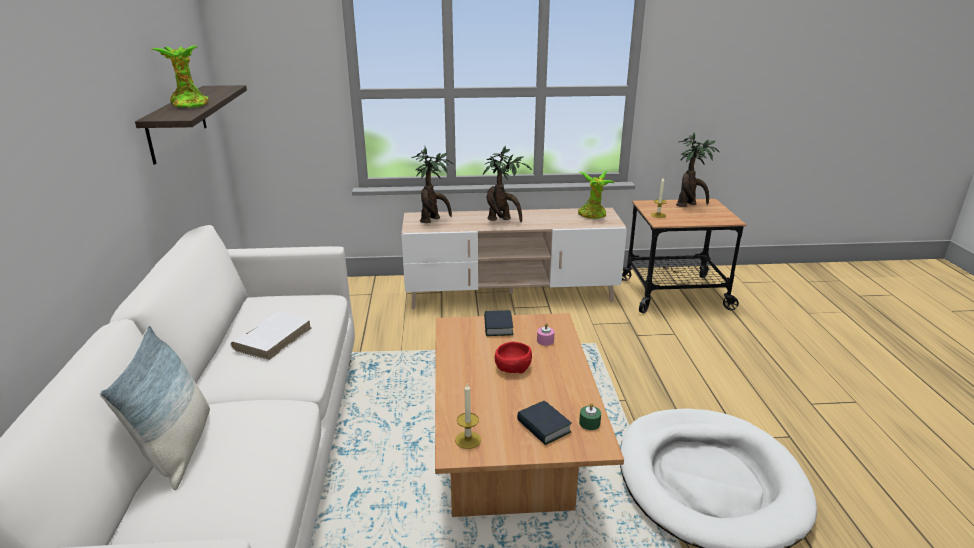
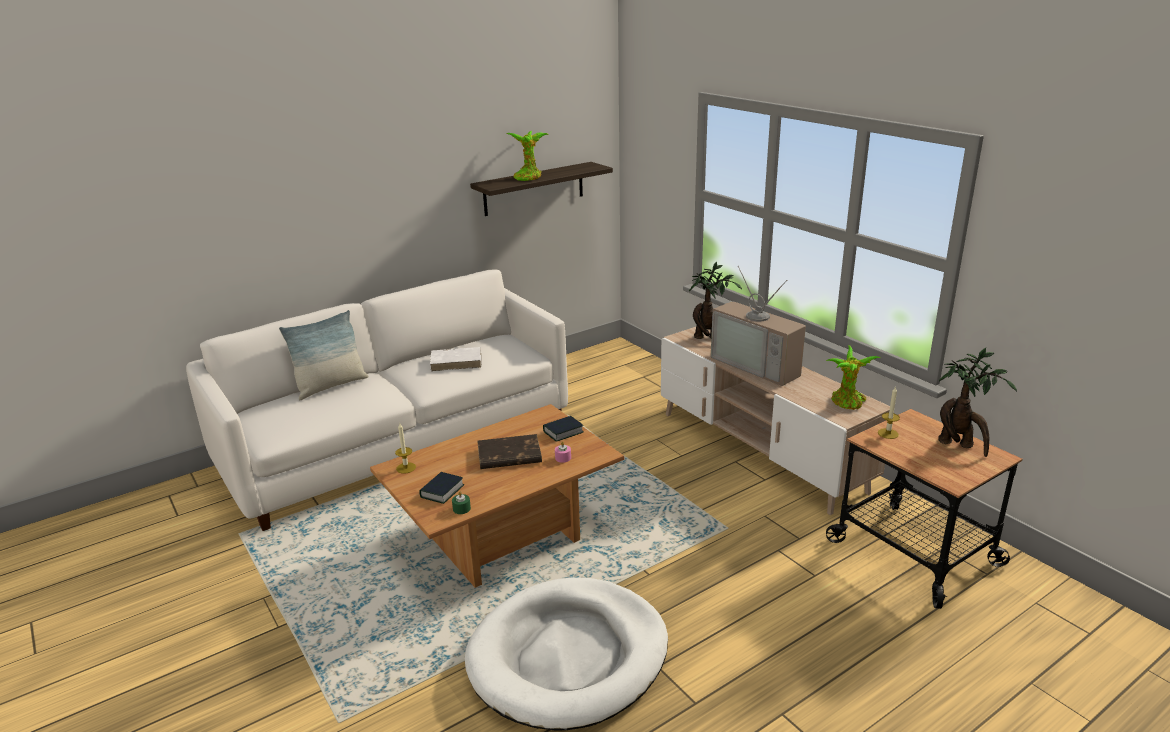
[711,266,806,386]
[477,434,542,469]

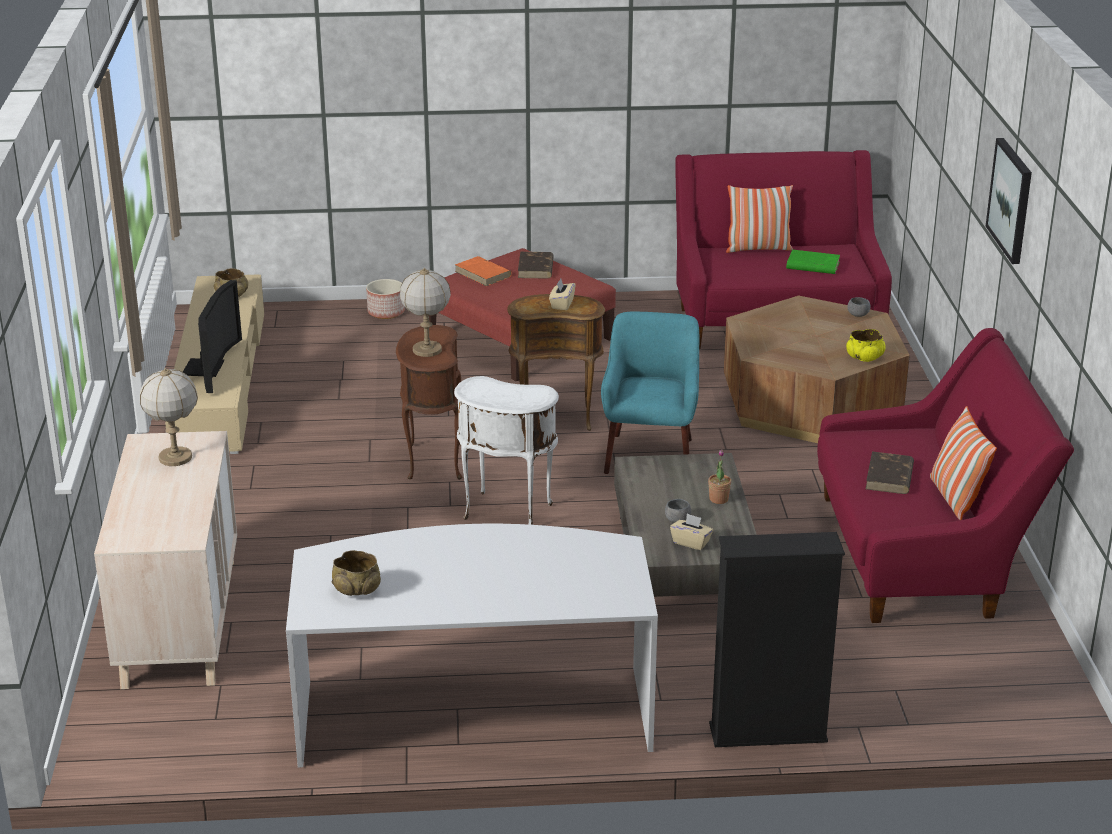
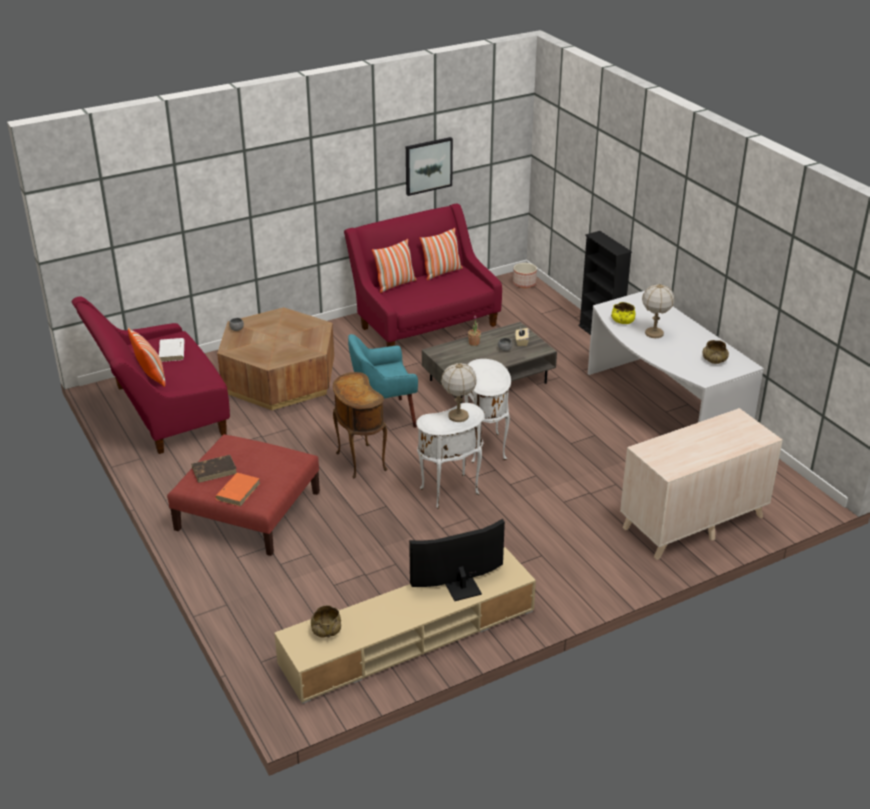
[642,284,674,338]
[513,263,537,288]
[416,403,485,509]
[549,279,575,310] (first image)
[159,338,184,362]
[611,302,635,324]
[866,451,914,494] (first image)
[406,137,453,196]
[372,239,417,293]

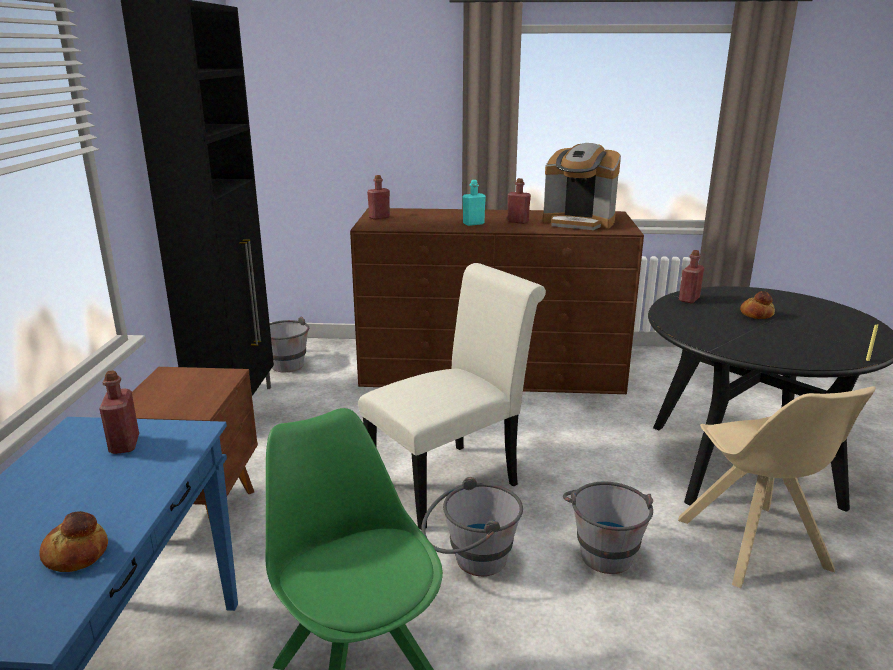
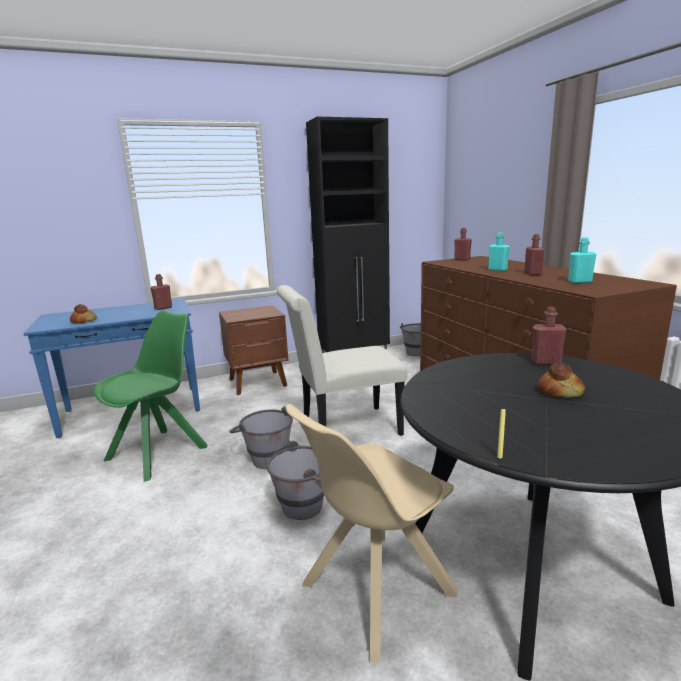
[276,285,407,436]
[568,237,596,283]

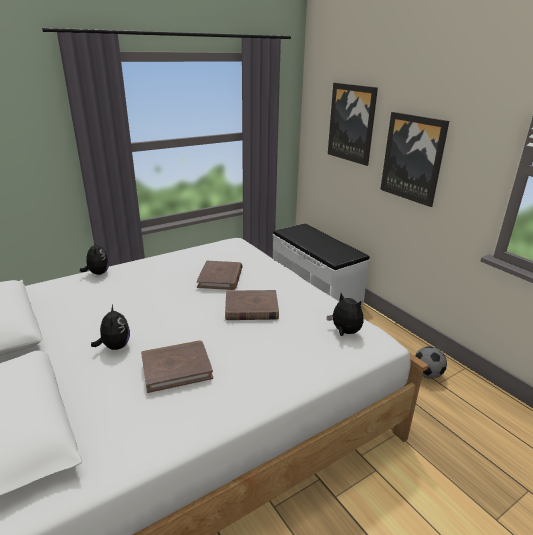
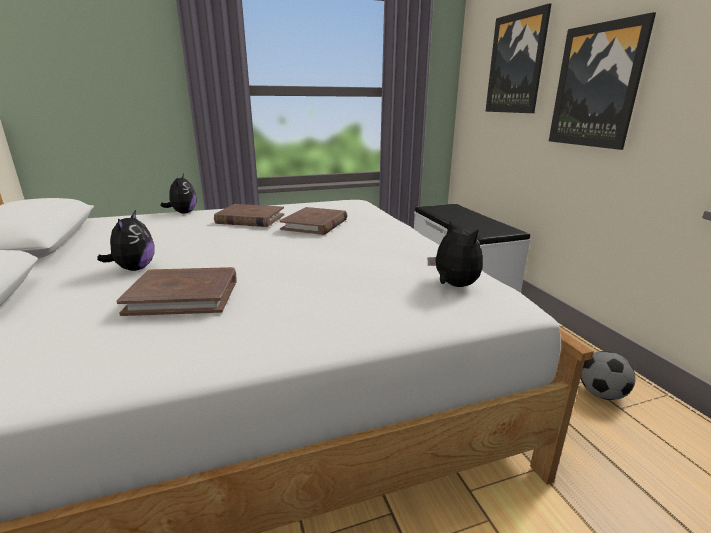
[214,204,284,227]

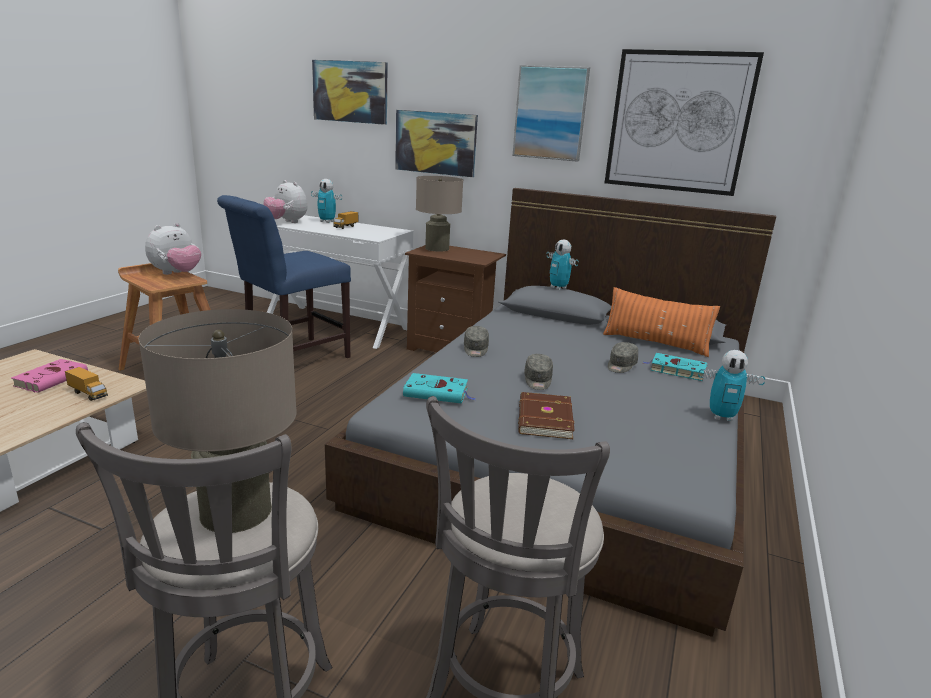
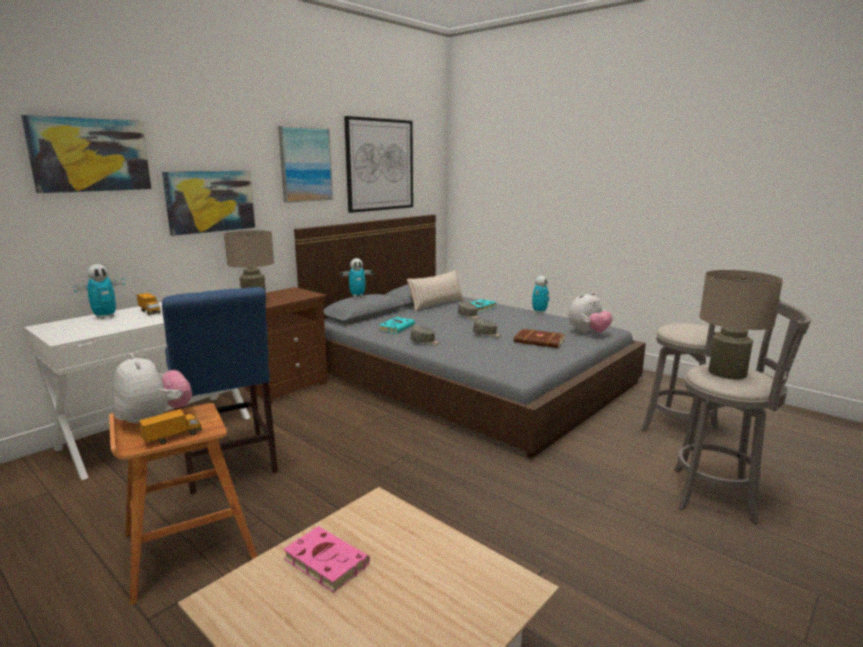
[139,410,202,444]
[568,292,613,333]
[378,317,415,334]
[407,270,464,312]

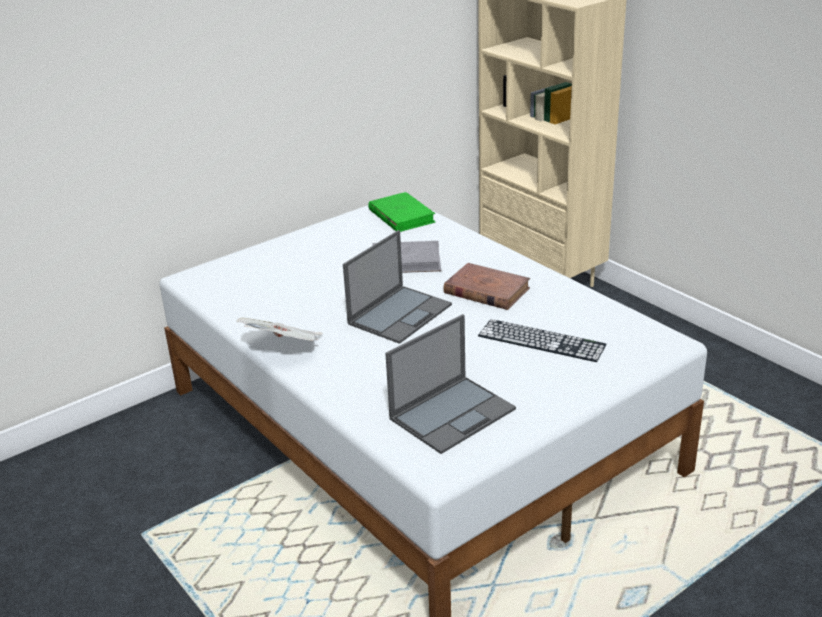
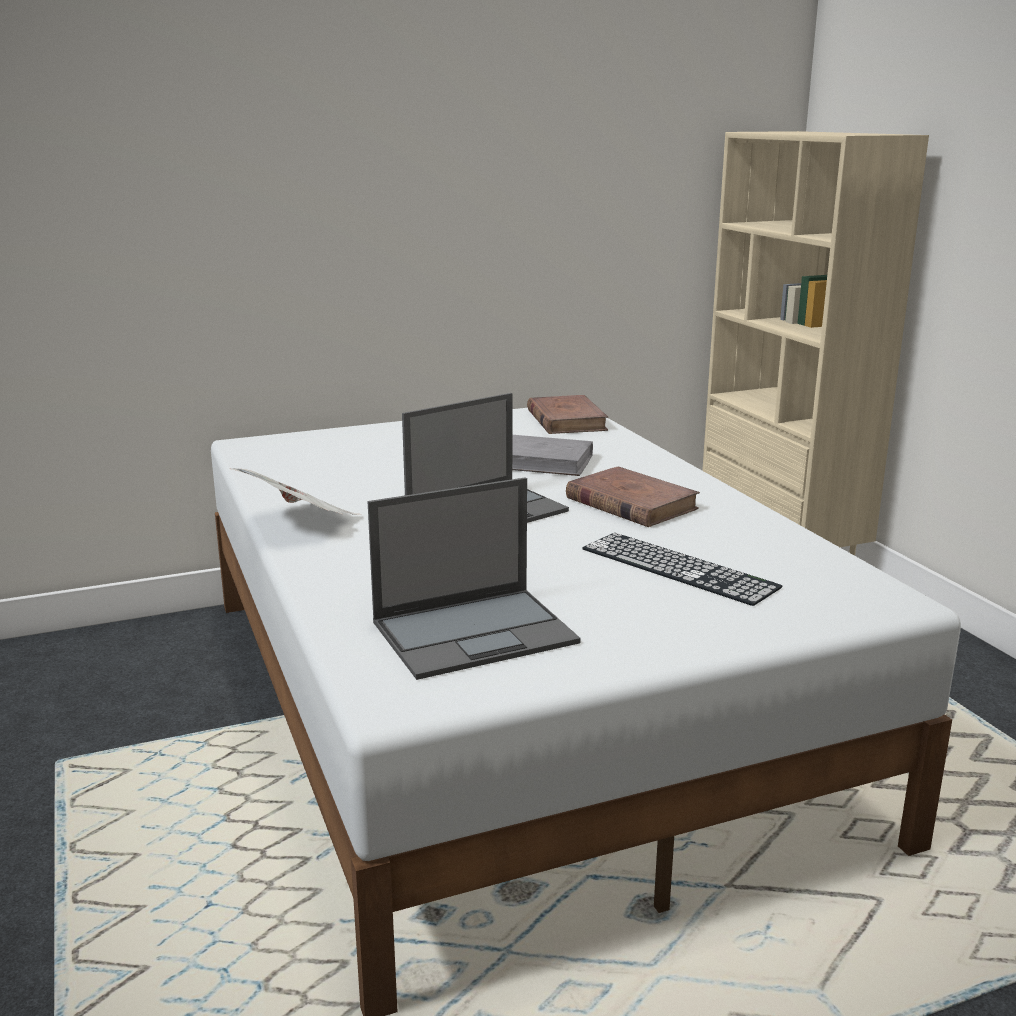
[527,395,608,434]

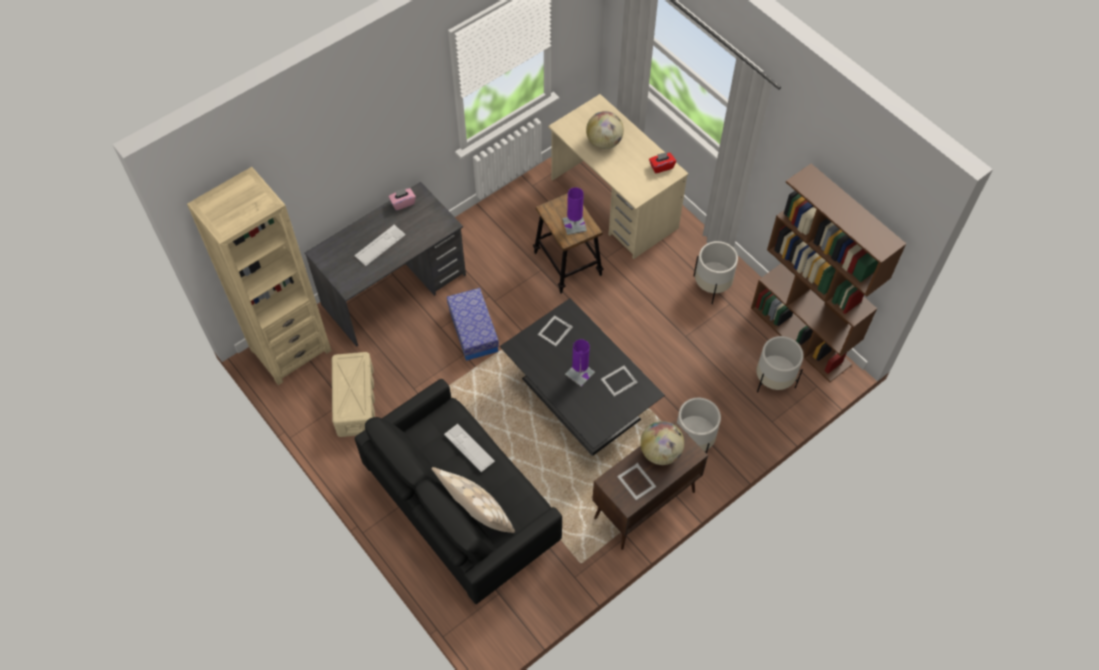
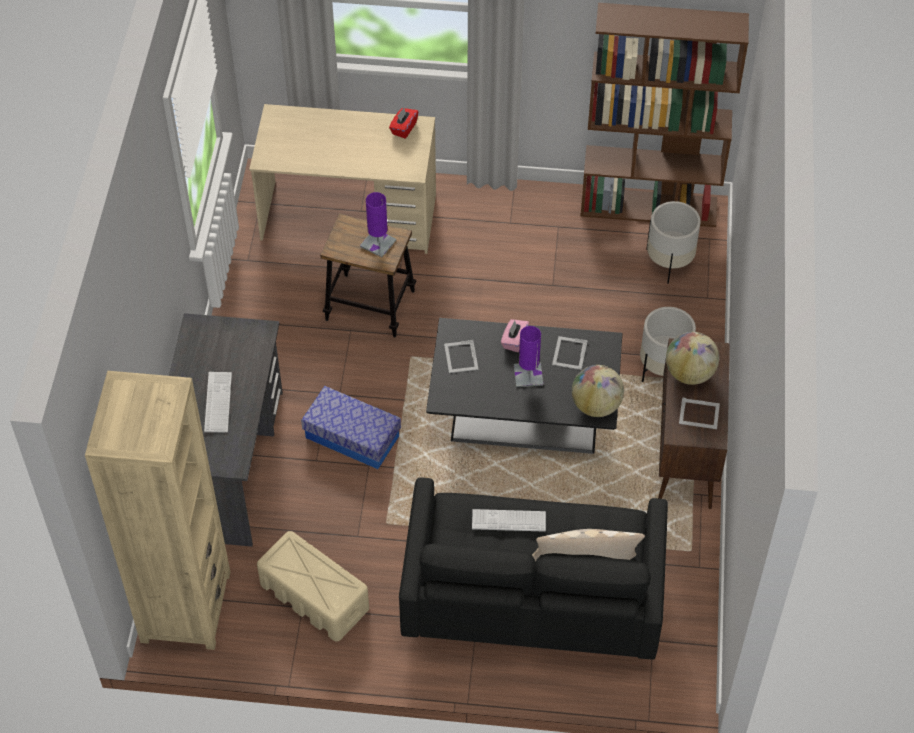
[501,319,529,352]
[572,365,624,417]
[694,241,738,304] (first image)

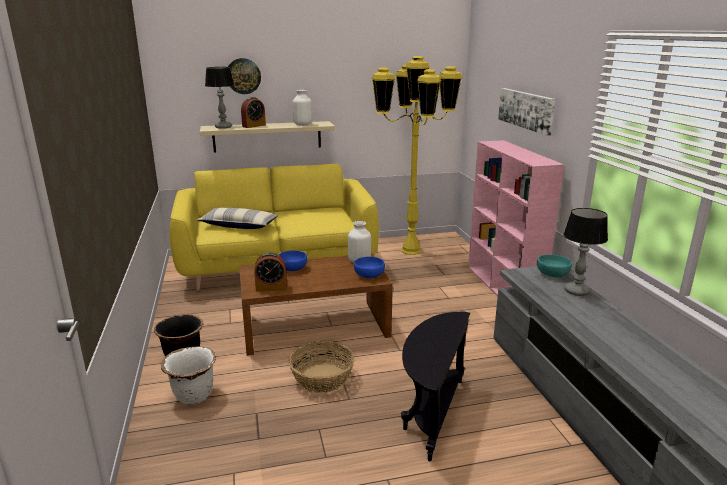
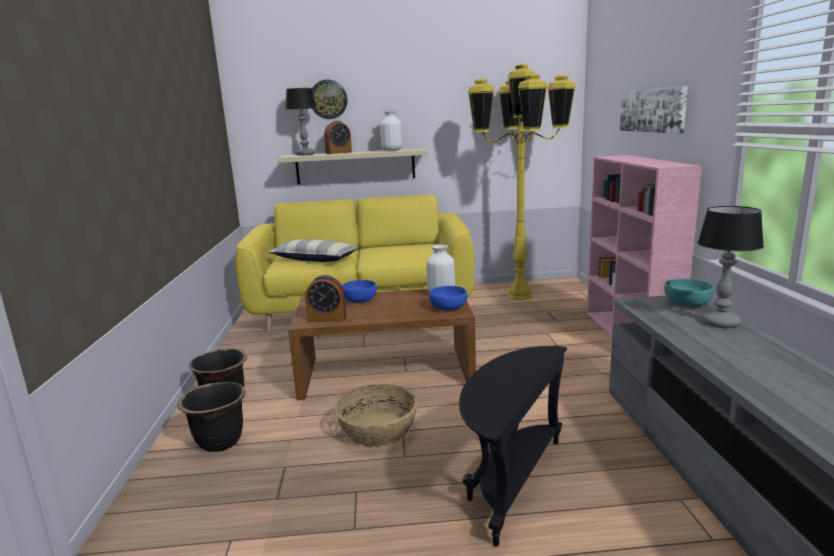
[177,382,245,452]

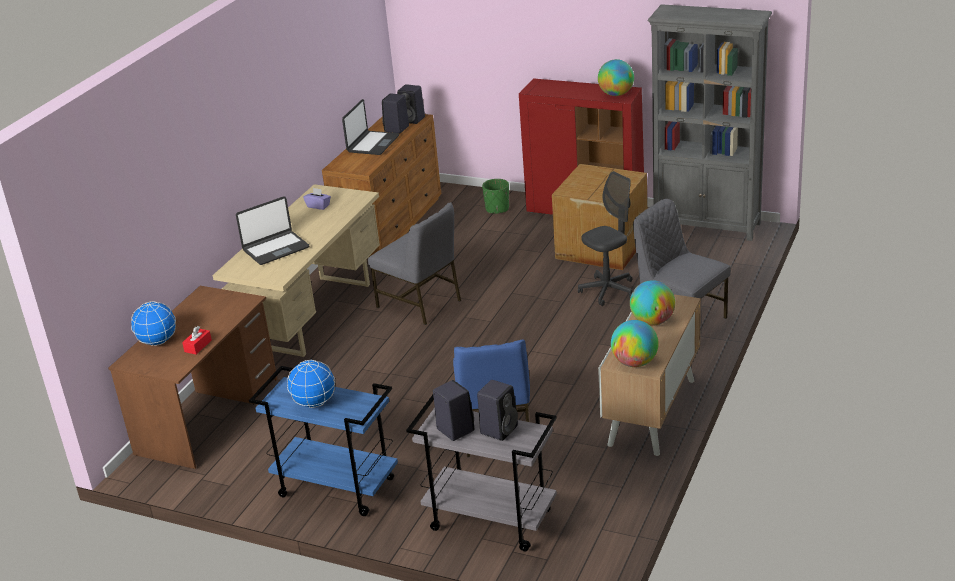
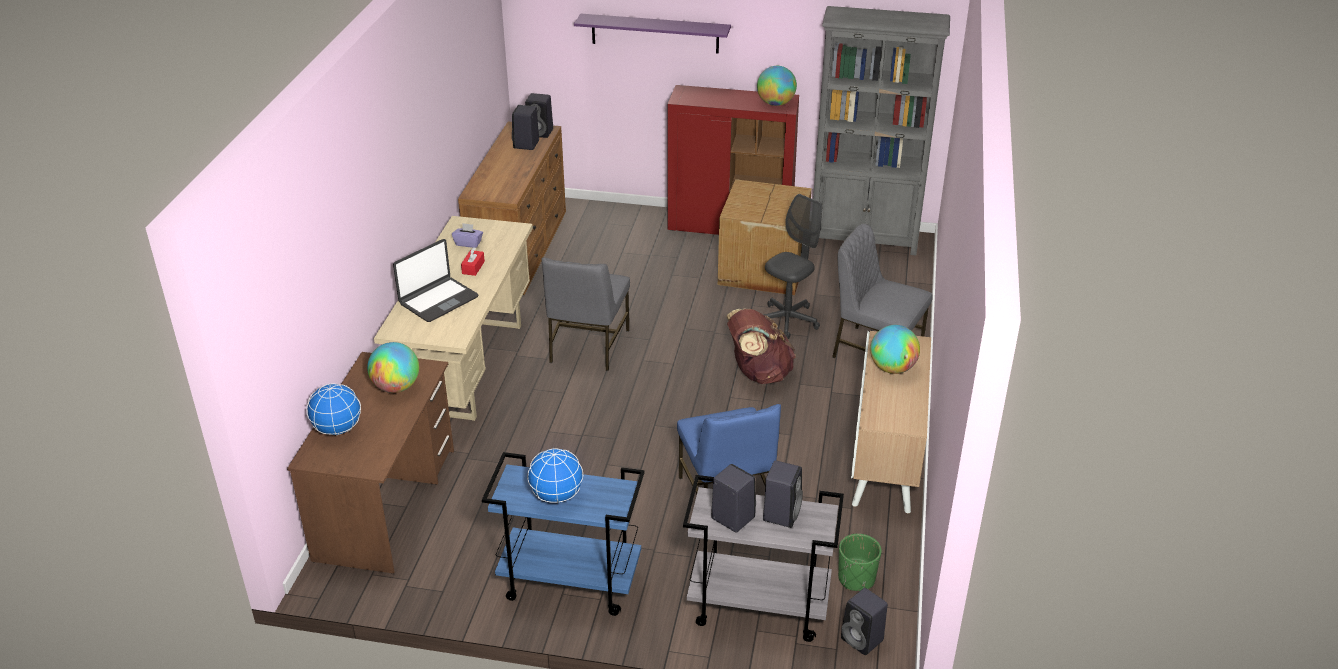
[461,247,485,276]
[342,99,399,155] (first image)
[541,257,630,371]
[838,534,882,591]
[367,342,419,393]
[574,14,731,54]
[726,308,796,384]
[841,588,888,655]

